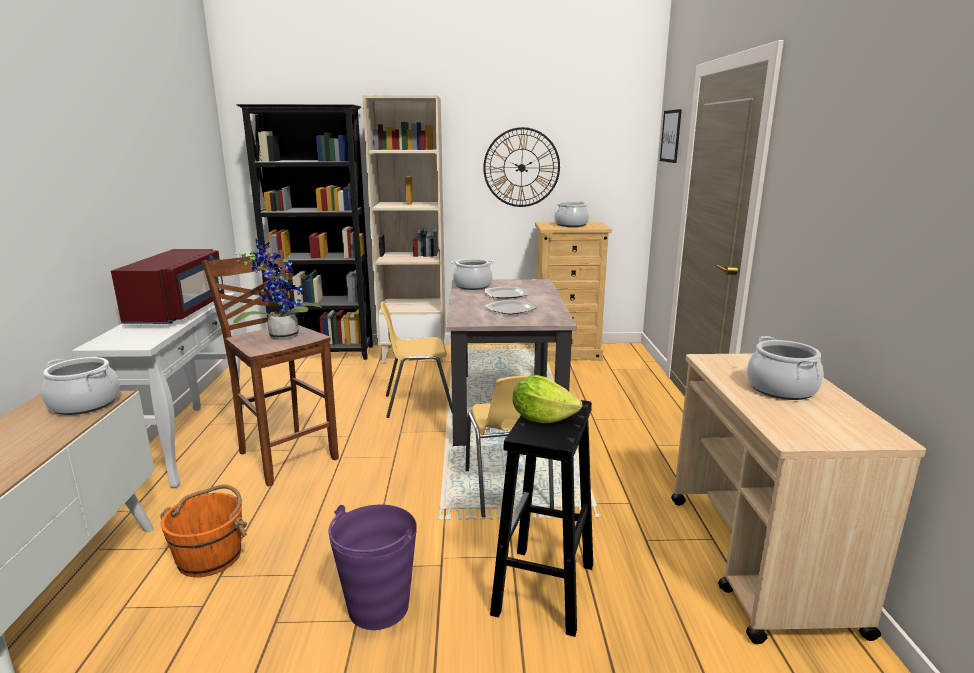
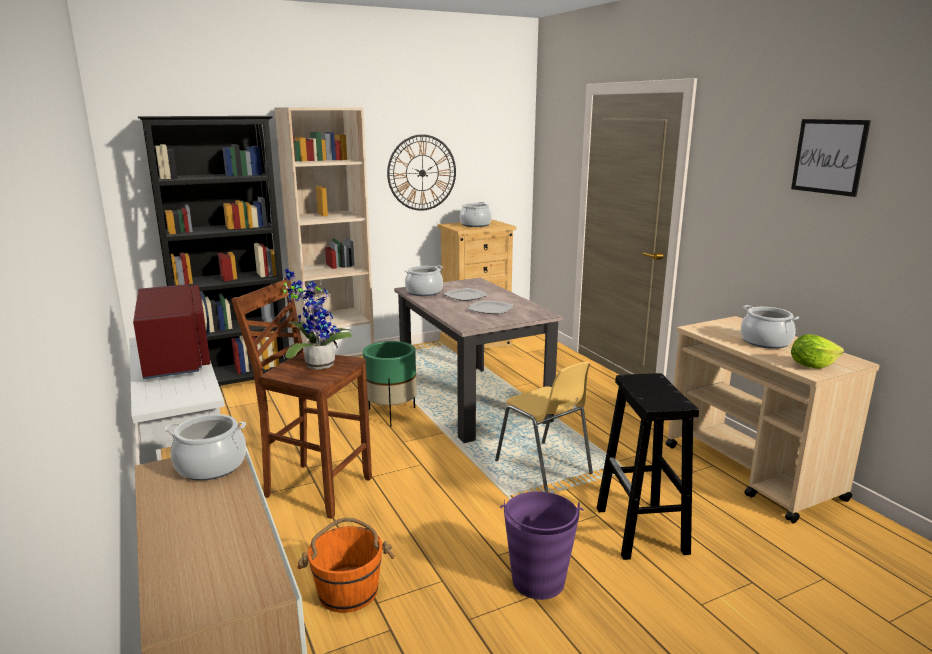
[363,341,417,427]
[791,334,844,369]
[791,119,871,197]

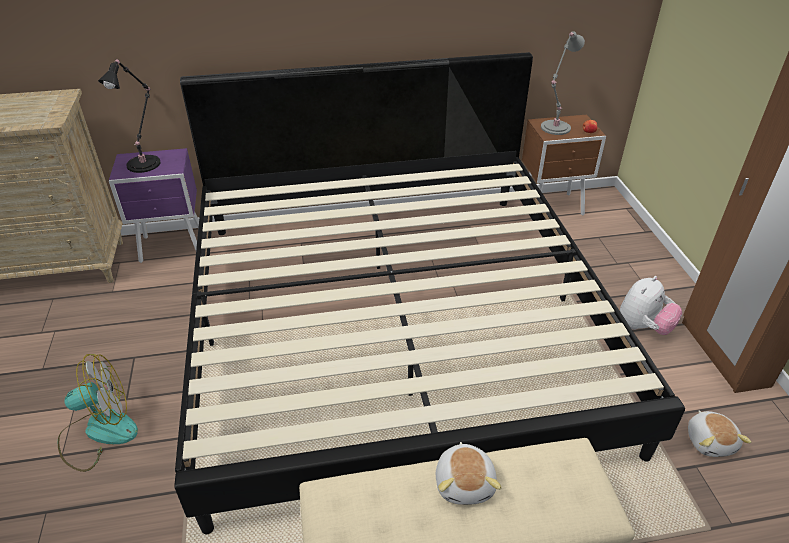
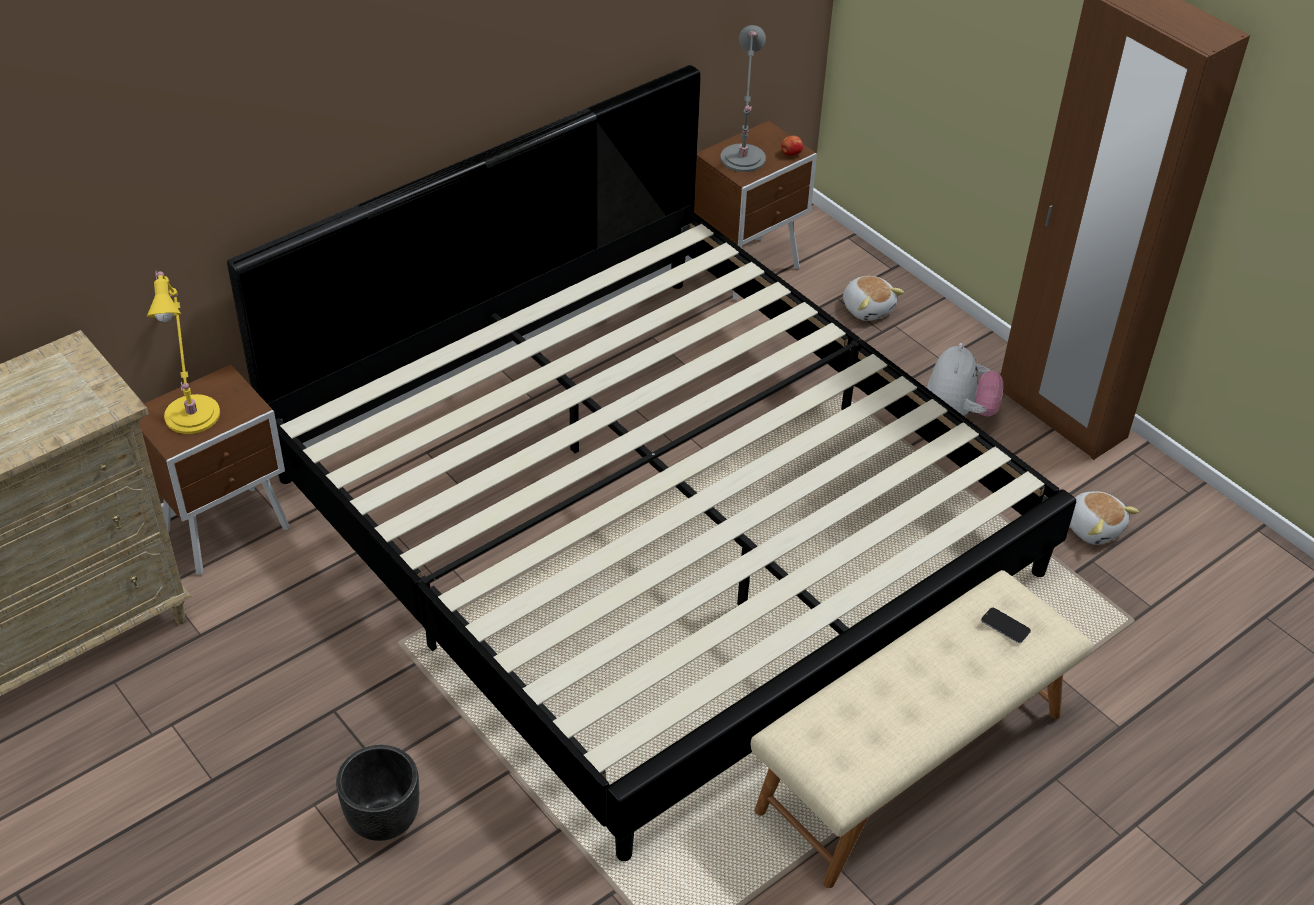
[336,745,419,841]
[147,270,220,434]
[139,364,290,575]
[843,276,904,321]
[981,608,1031,643]

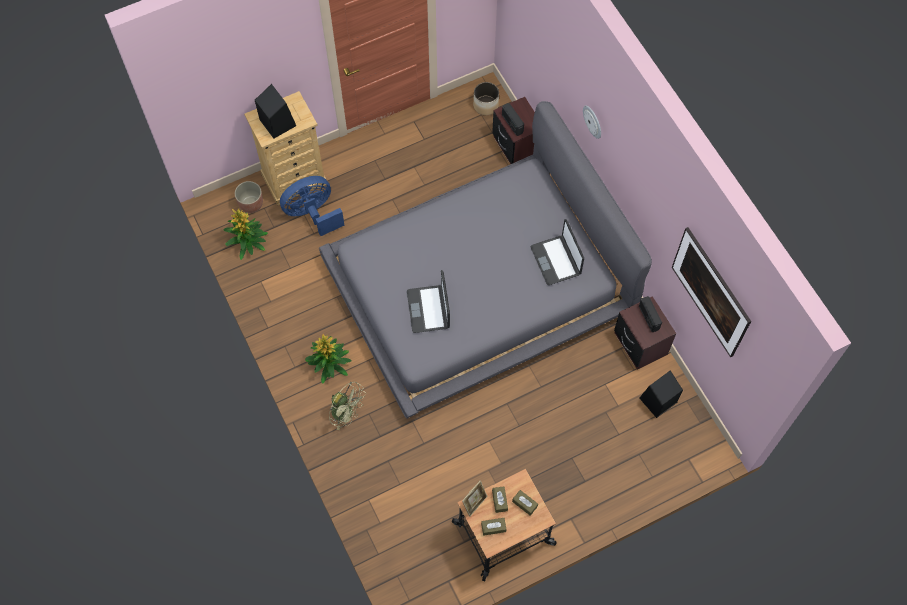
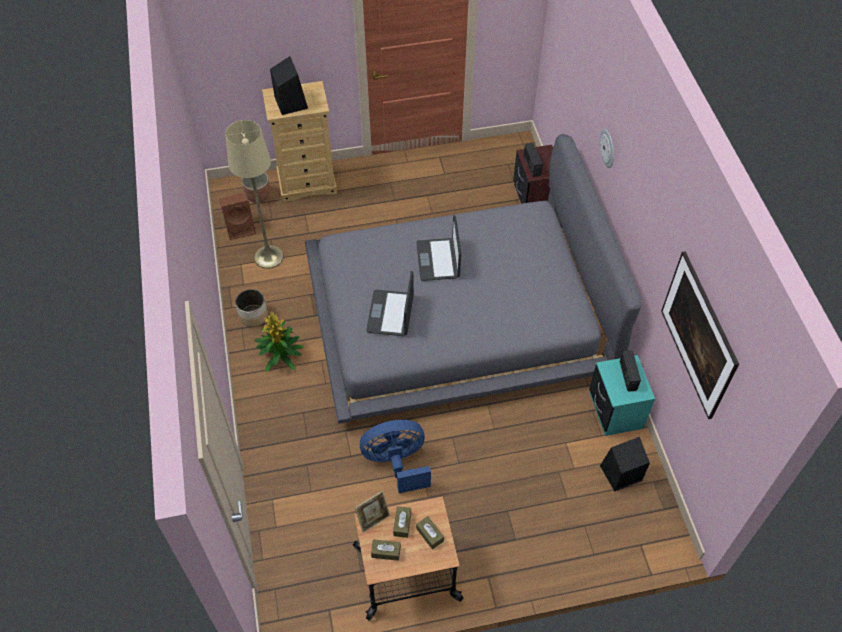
[219,193,256,240]
[360,420,431,493]
[329,382,366,430] (first image)
[235,289,268,327]
[416,215,461,281]
[589,355,655,436]
[225,120,284,269]

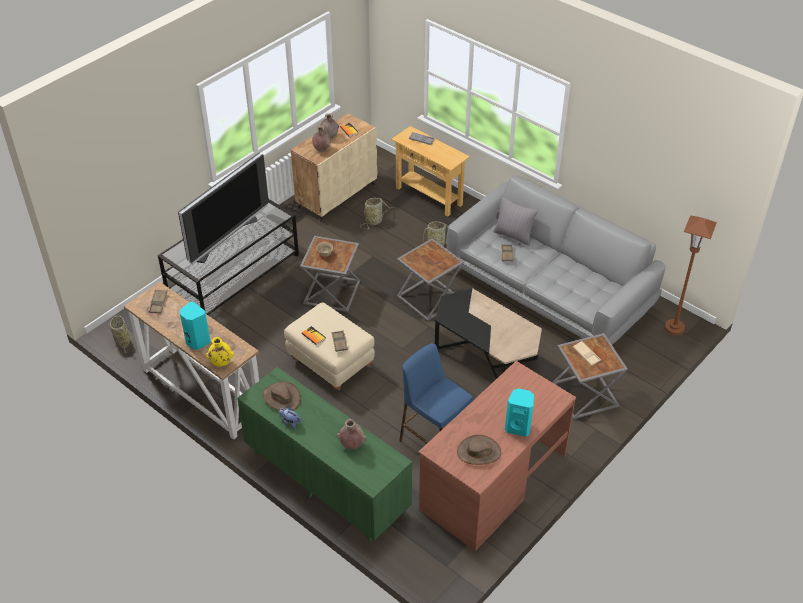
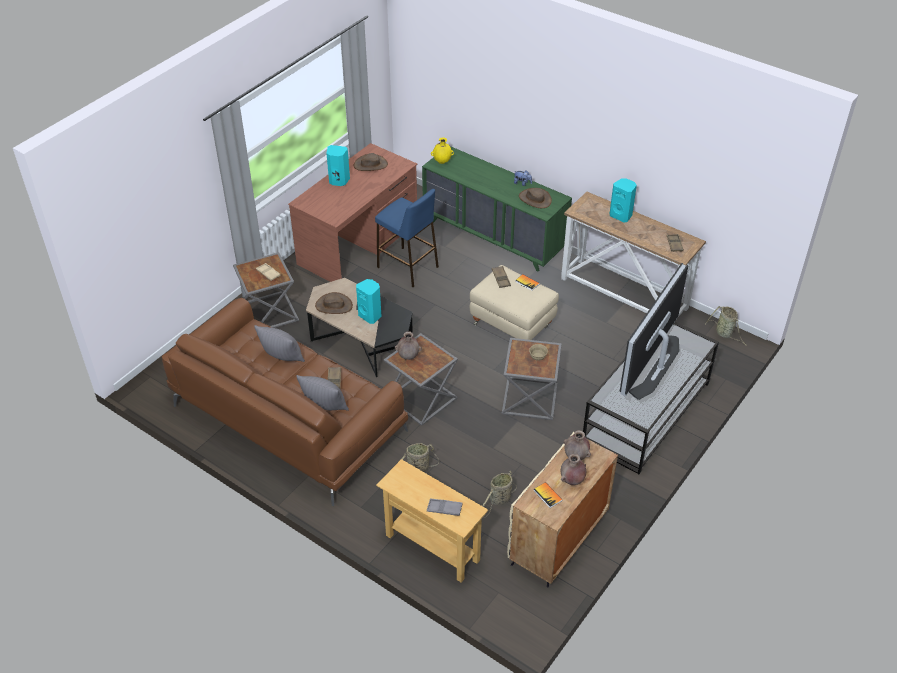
[431,137,454,164]
[395,331,422,360]
[162,298,408,506]
[665,215,717,335] (first image)
[254,325,305,362]
[315,292,353,314]
[356,279,381,324]

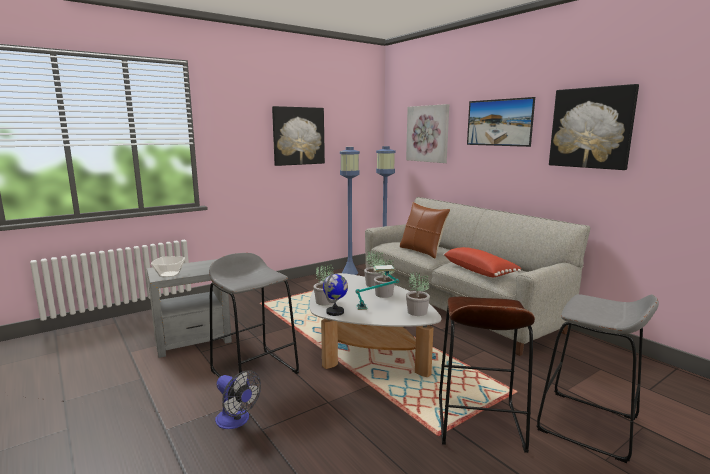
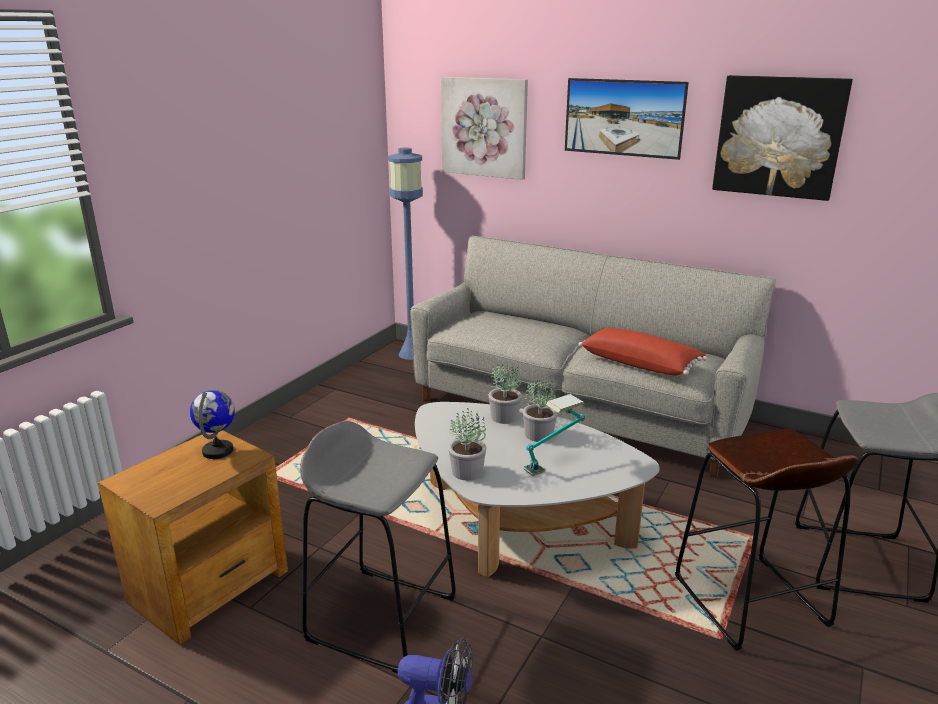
[98,430,288,645]
[151,256,185,277] (first image)
[272,106,325,166] (first image)
[190,390,235,459]
[340,147,360,275] (first image)
[400,202,450,259] (first image)
[406,271,430,316] (first image)

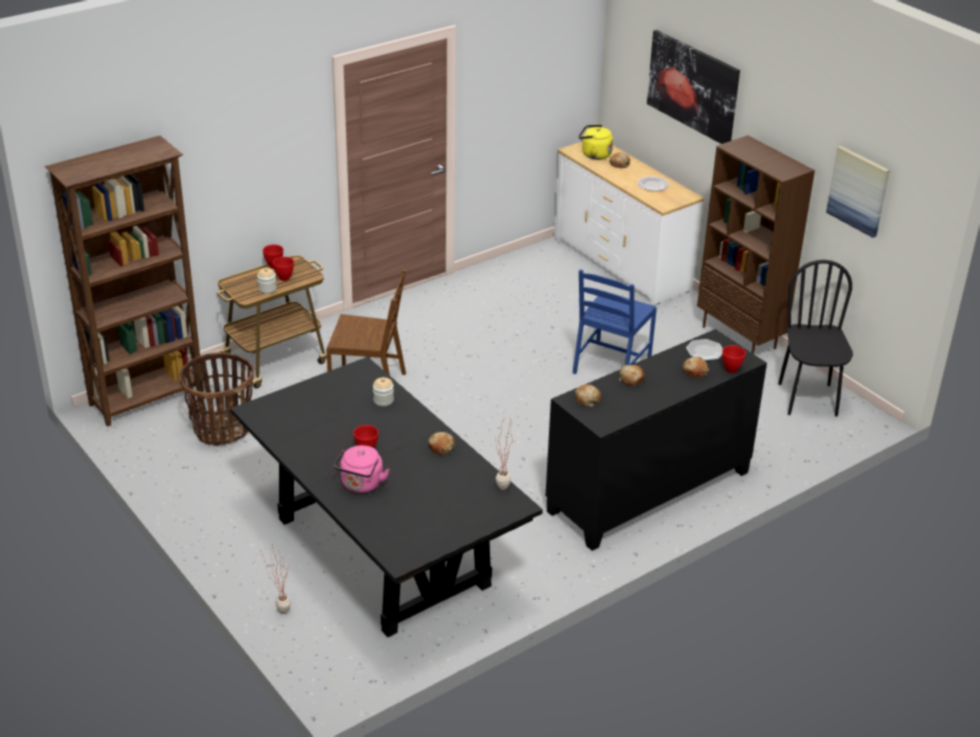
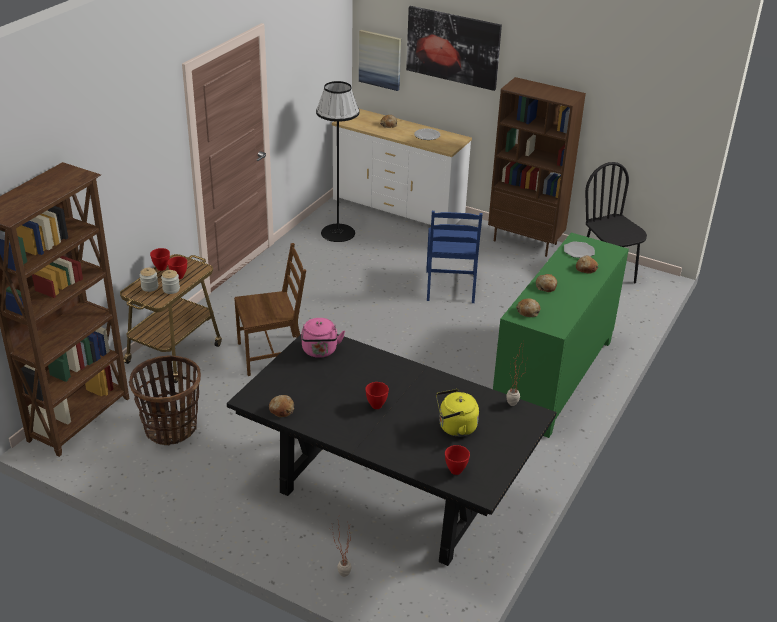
[301,318,345,358]
[140,268,158,292]
[269,395,294,417]
[493,232,629,438]
[436,389,479,437]
[445,445,470,475]
[359,30,401,91]
[316,81,360,242]

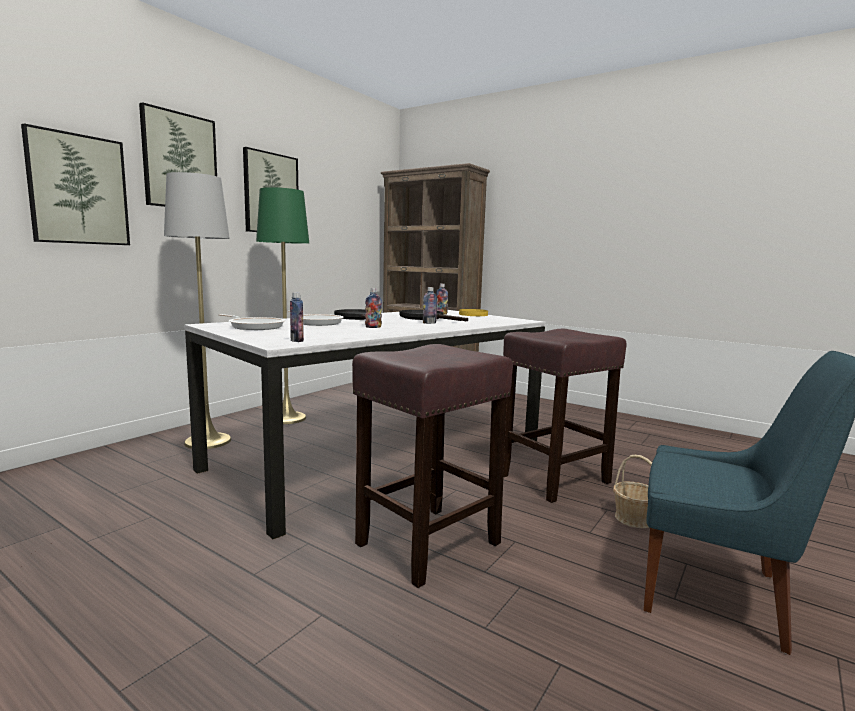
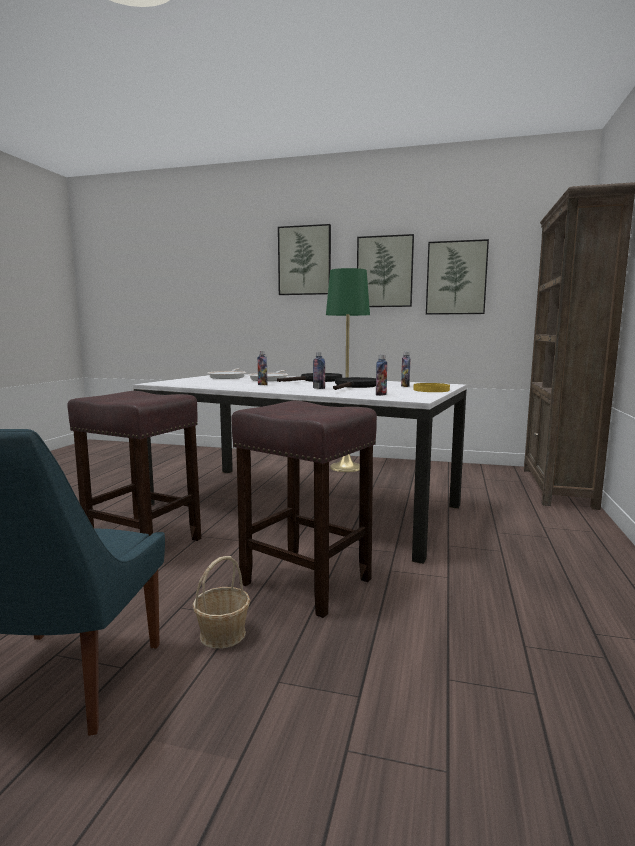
[426,239,489,315]
[164,172,231,449] (first image)
[376,355,387,396]

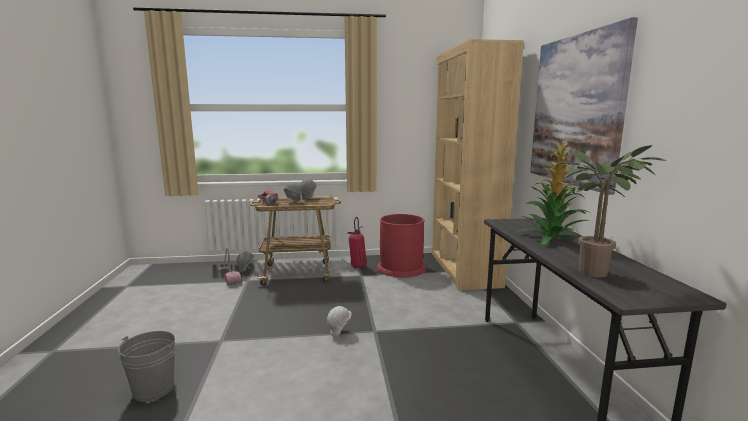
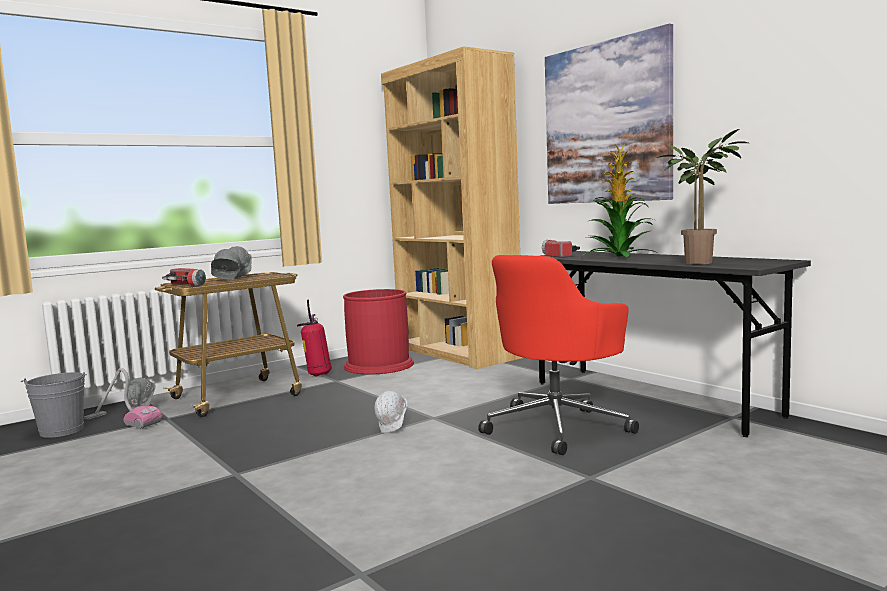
[21,372,87,438]
[478,255,639,455]
[542,240,580,258]

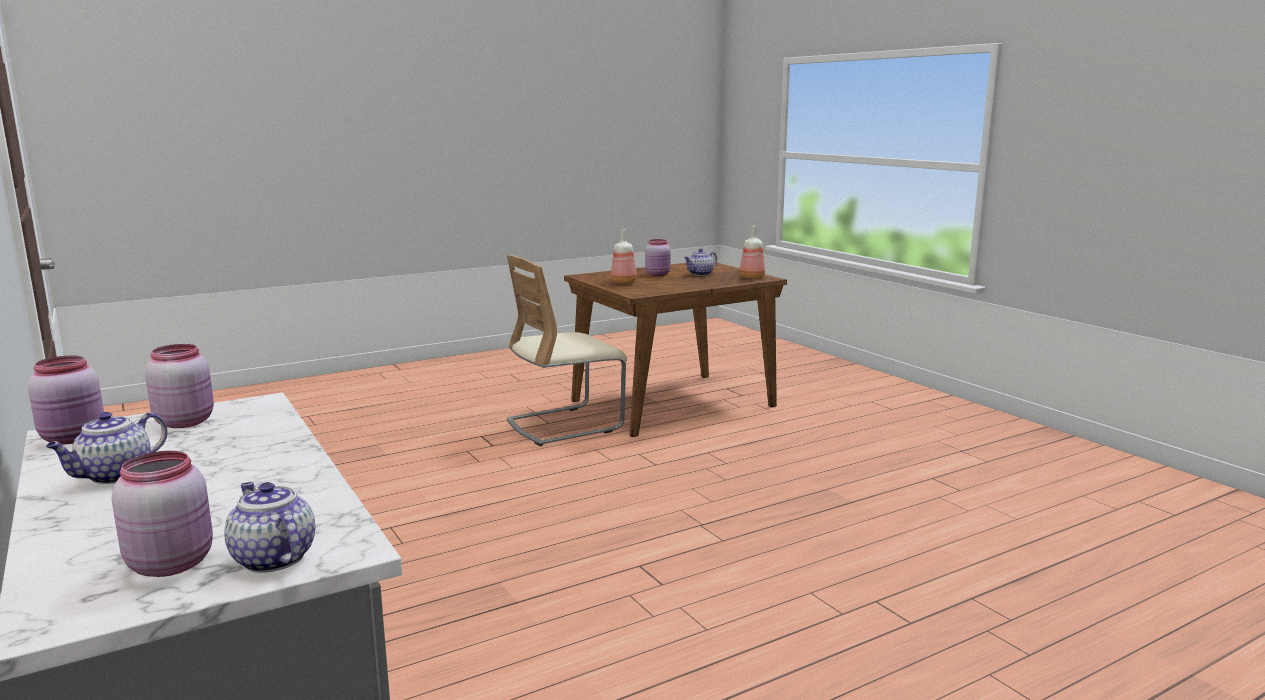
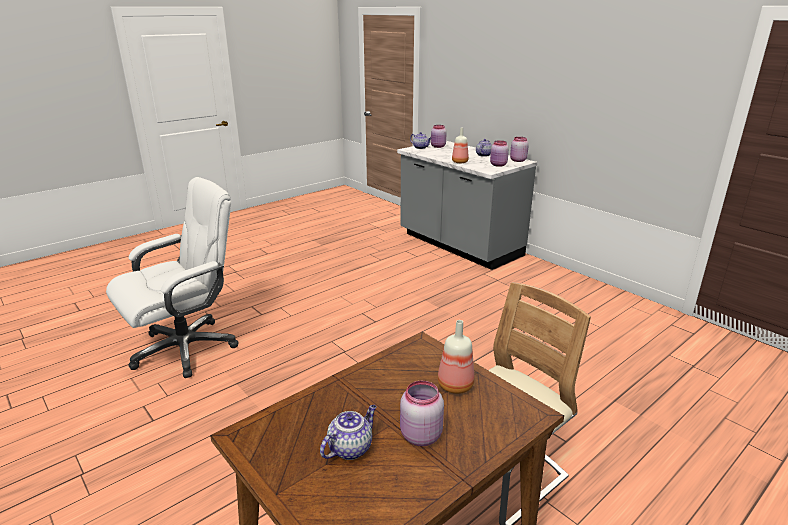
[452,128,469,163]
[106,177,239,378]

